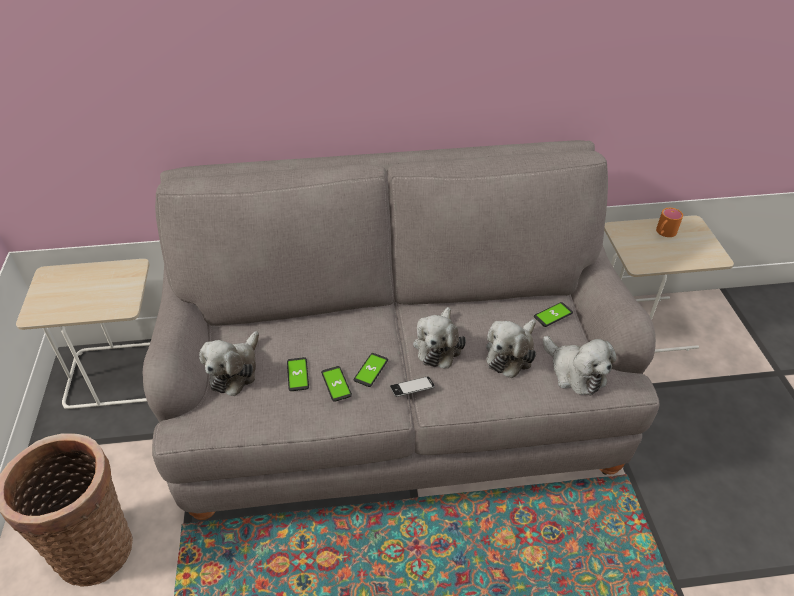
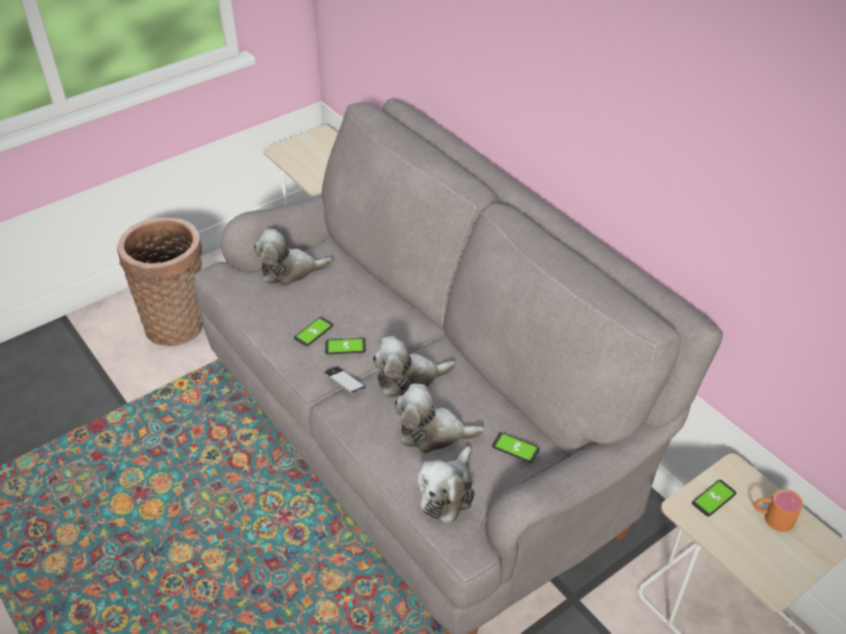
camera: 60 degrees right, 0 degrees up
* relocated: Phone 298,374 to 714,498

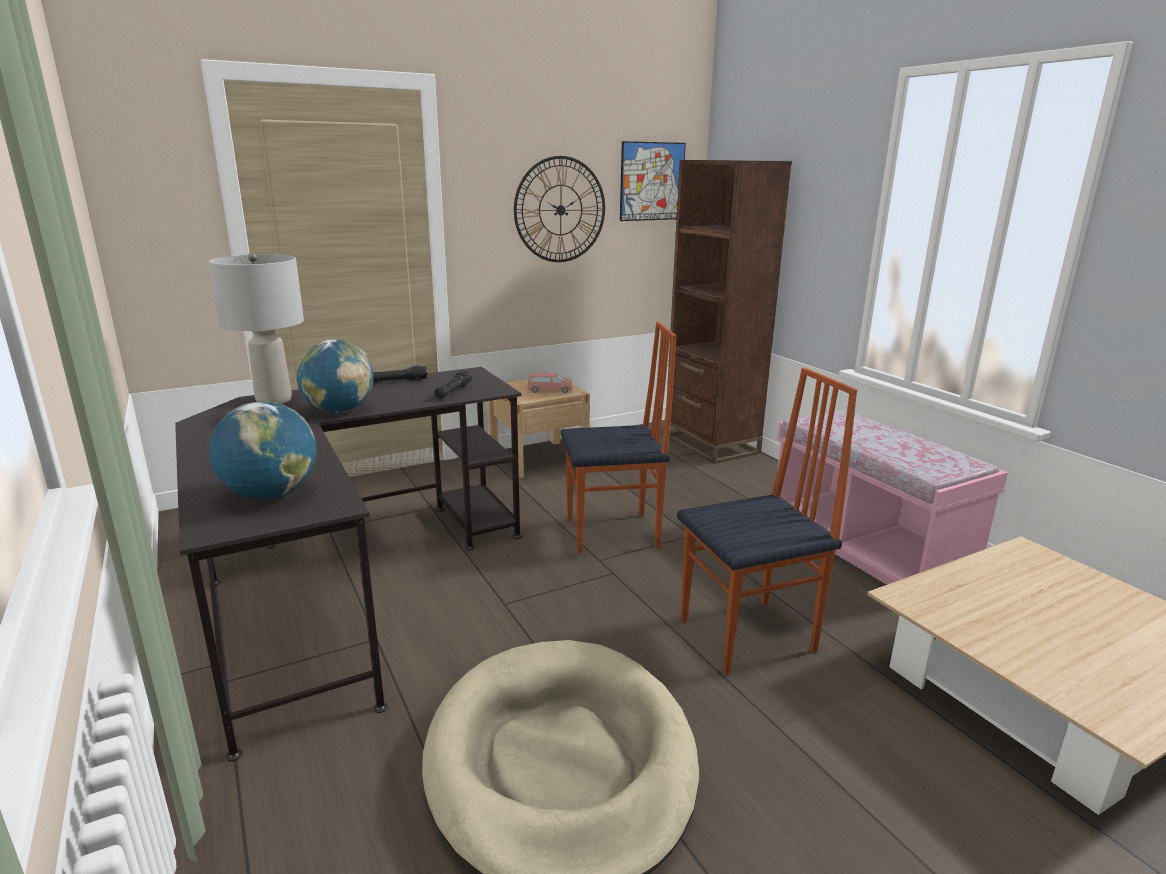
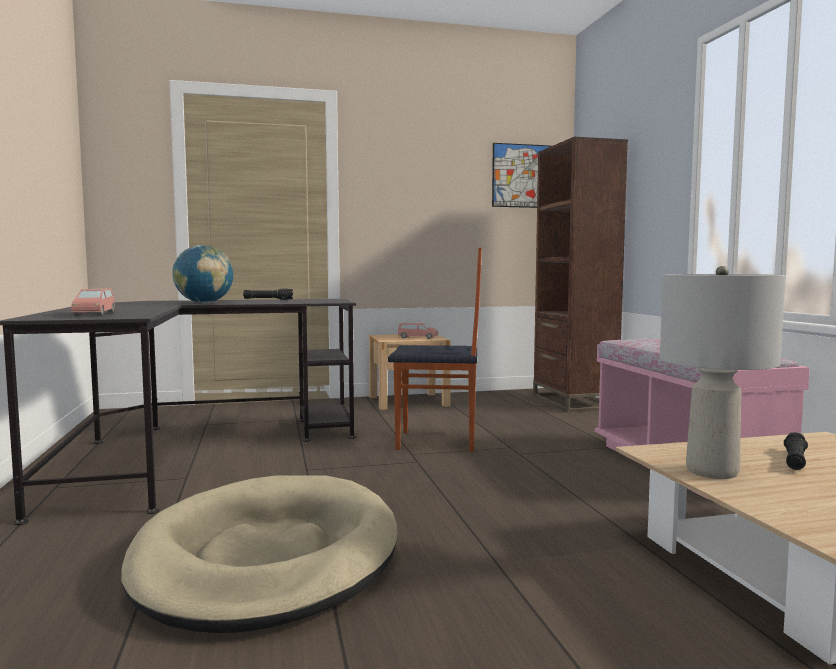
camera: 15 degrees right, 15 degrees down
* exchanged: Globe 262,450 to PinkColouredModelCar 93,302
* relocated: GrayTableLamp 256,328 to 723,372
* relocated: BlackFlashlight 453,385 to 796,451
* missing: WallClock 559,209
* missing: UprightChair 767,521

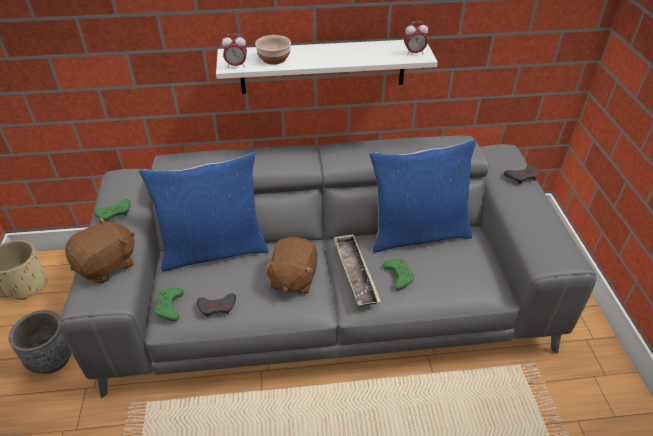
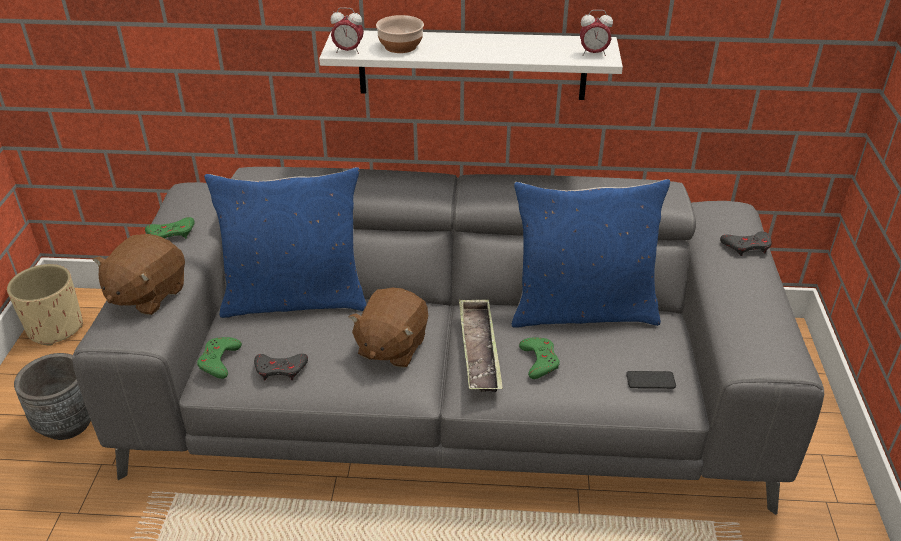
camera: 10 degrees right, 5 degrees down
* spun: BrownPlushToy 100,250 = 139,274 150 degrees clockwise
* appeared: Phone 651,380

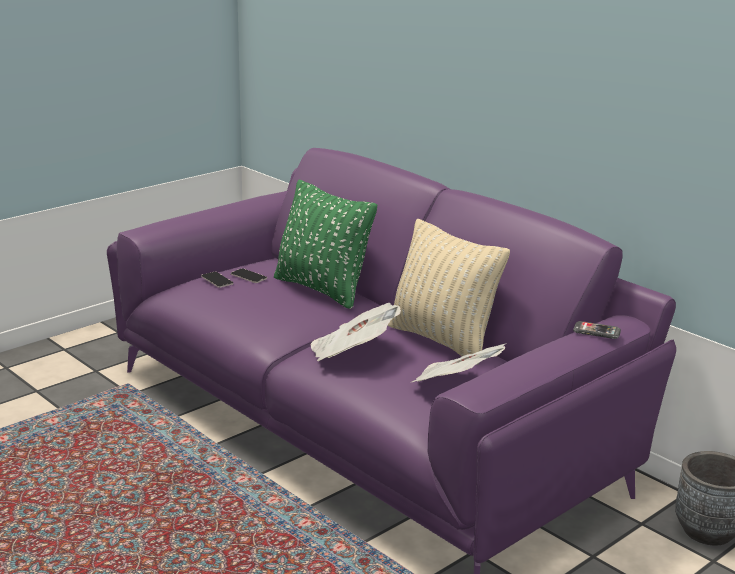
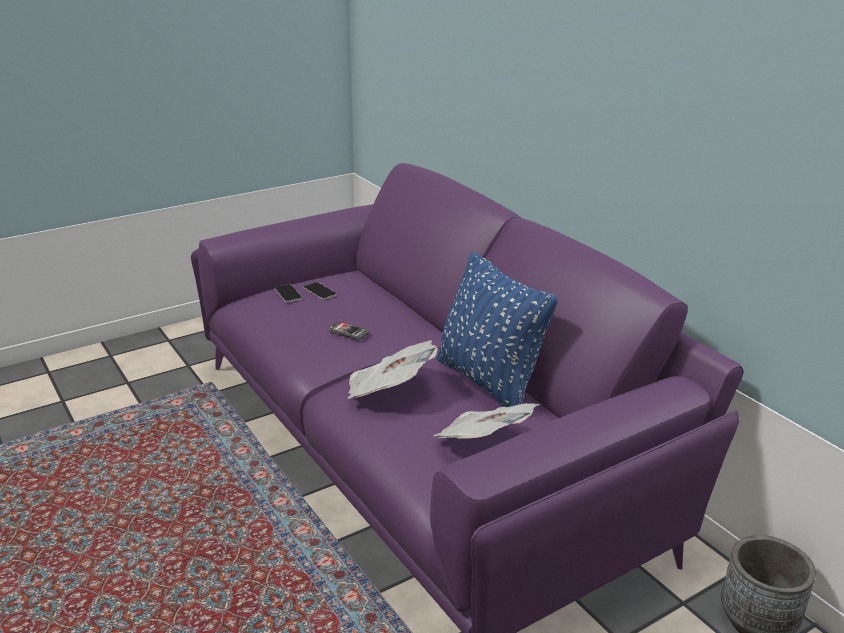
camera: 10 degrees right, 5 degrees up
* relocated: Phone 597,330 to 348,330
* colour: BeigeThrowPillow 449,292 to BluishThrowPillow 497,329
* missing: GreenThrowPillow 325,244

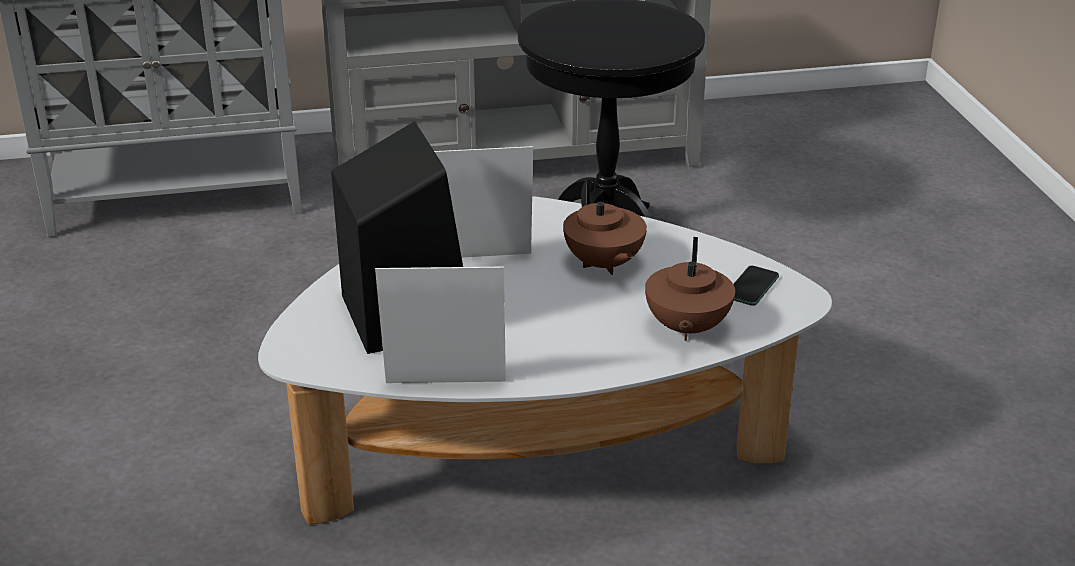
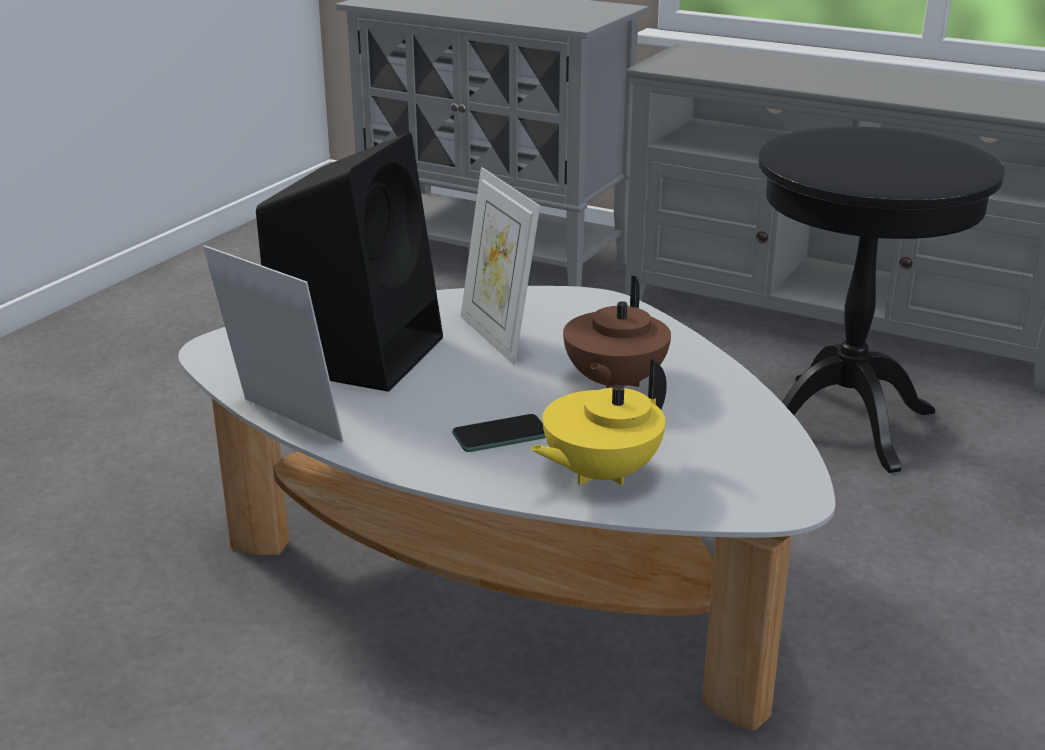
camera: 40 degrees right, 5 degrees down
* relocated: Phone 756,285 to 499,433
* spun: PhotoFrame 483,202 = 500,266 150 degrees counterclockwise
* colour: BrownTeapot 690,289 to YellowishTeapot 598,422

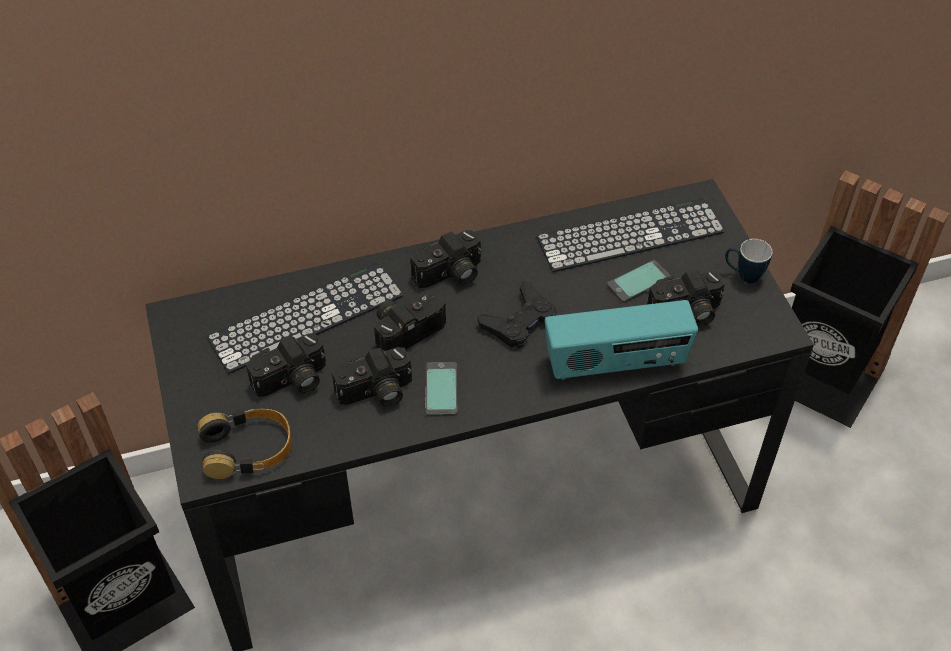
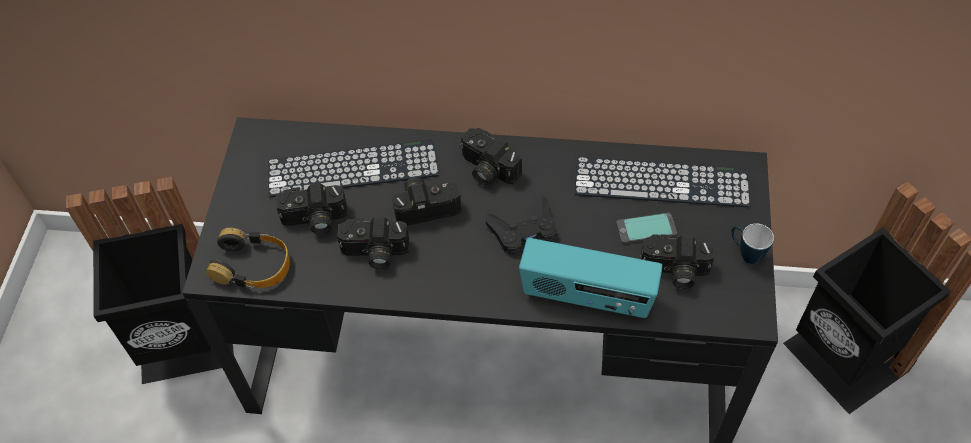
camera: 25 degrees right, 5 degrees up
* spun: PhotoCamera 446,259 = 491,156 45 degrees clockwise
* missing: Phone 441,389

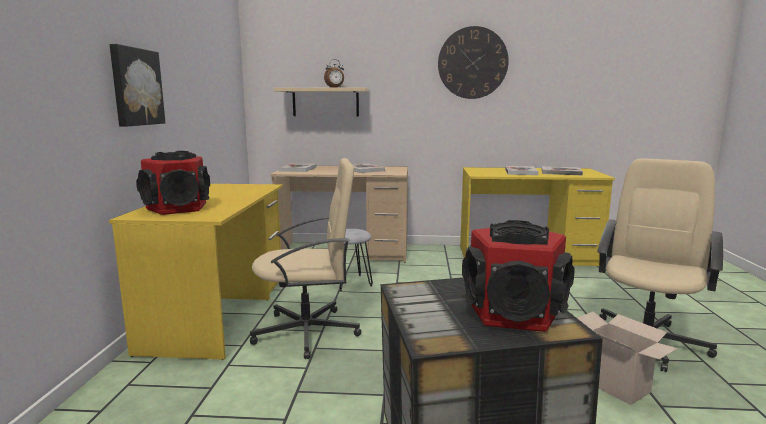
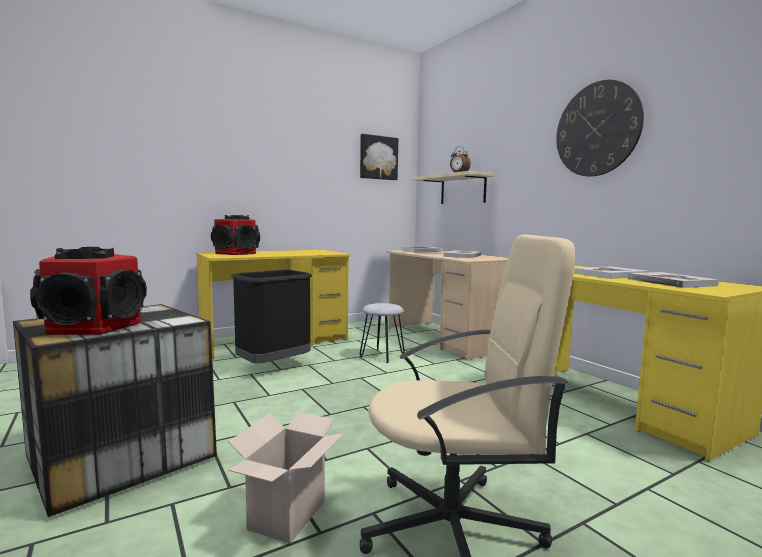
camera: 55 degrees right, 5 degrees down
* exchanged: BeigeOfficeChair 306,258 to BlackRubbishBin 271,317
* relocated: Picture 137,85 to 379,157

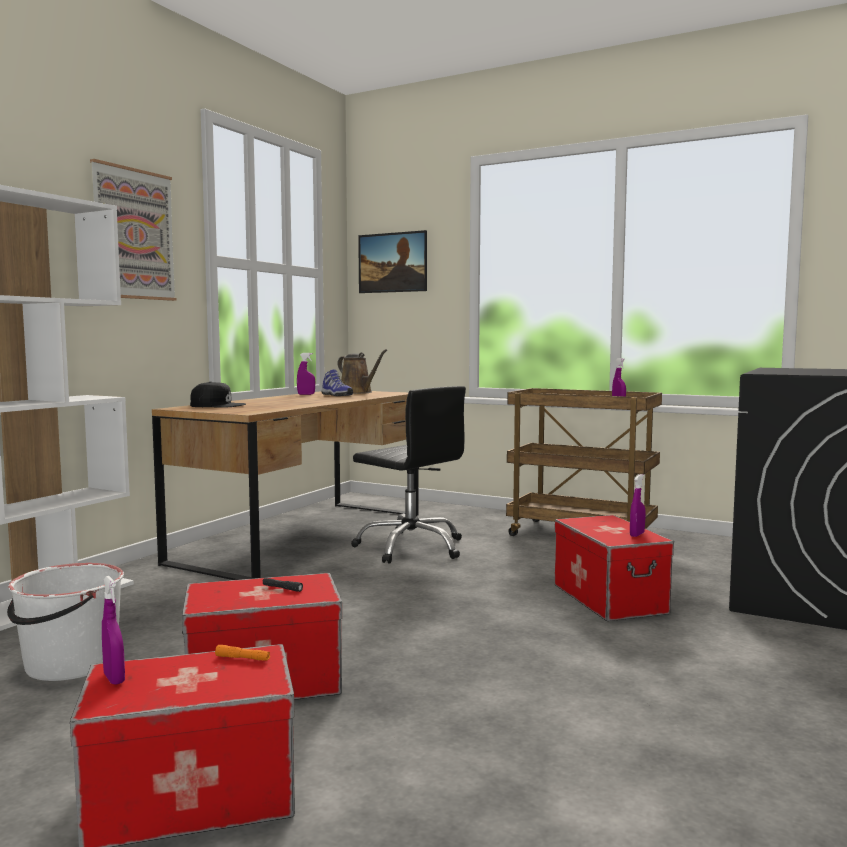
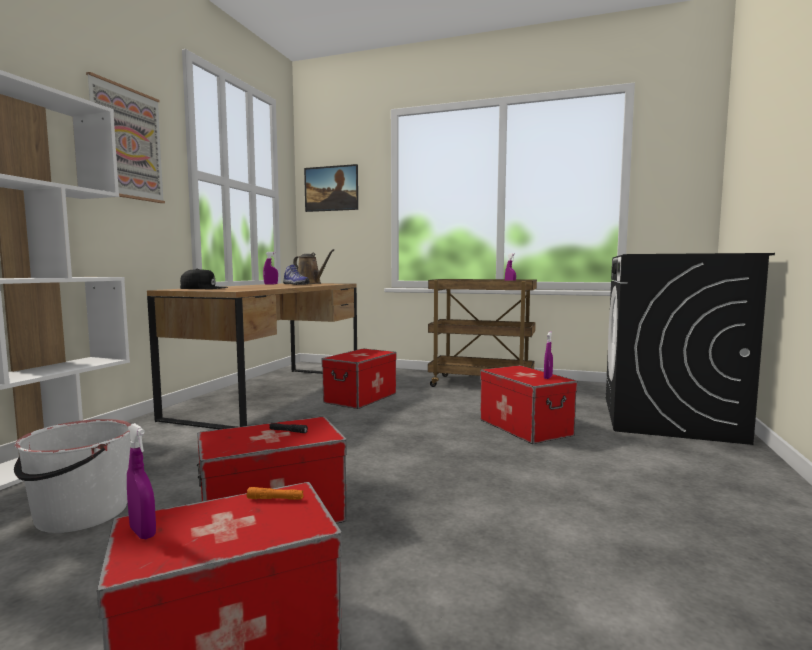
camera: 10 degrees left, 0 degrees up
* exchanged: BlackOfficeChair 408,474 to StorageBox 359,379

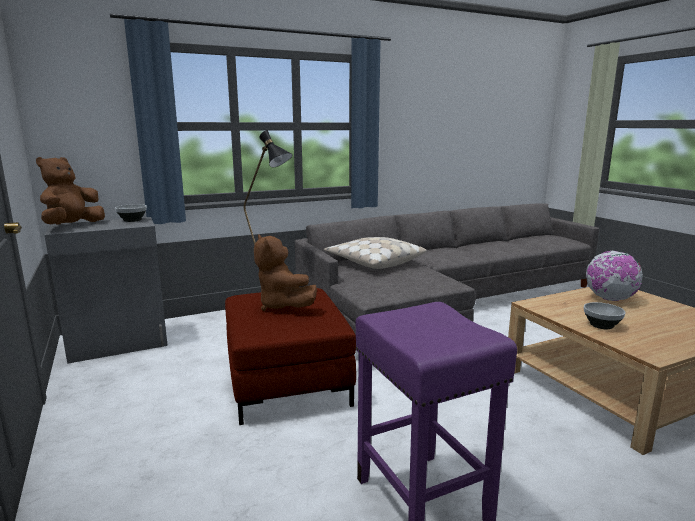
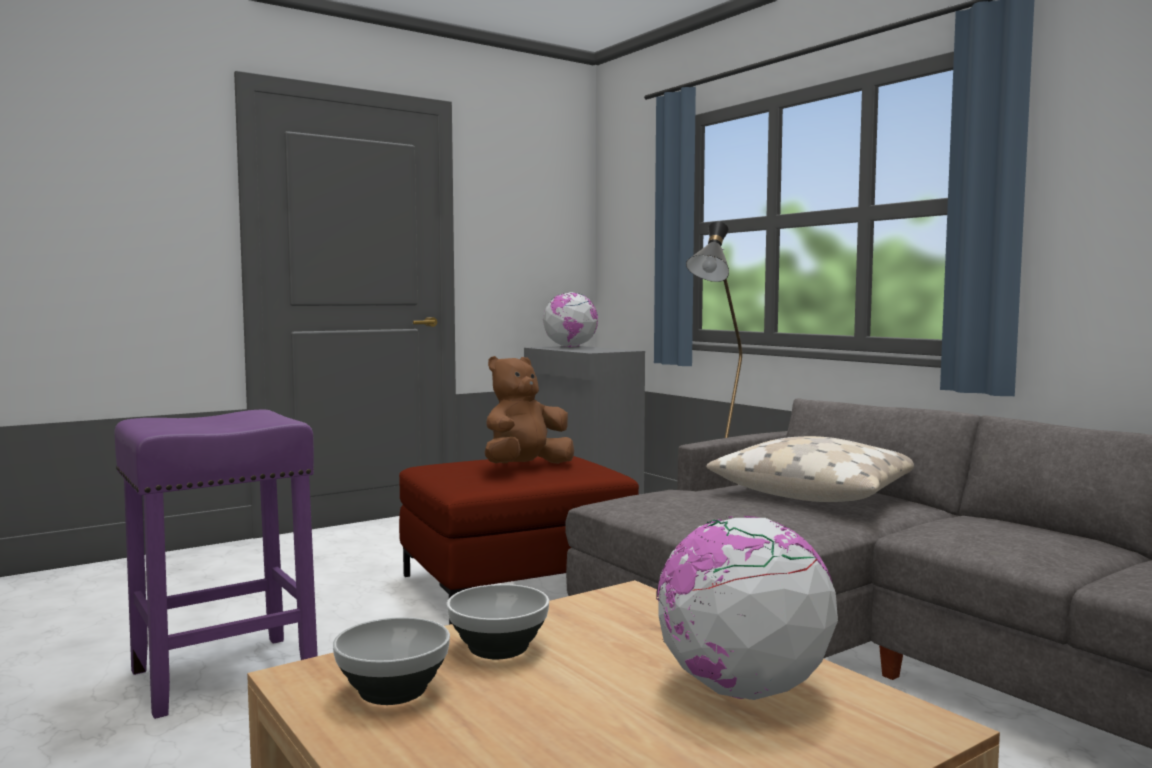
camera: 80 degrees right, 10 degrees down
* relocated: DeepDish 131,213 to 391,661
* exchanged: BrownPlushToy 70,191 to Globe 570,319

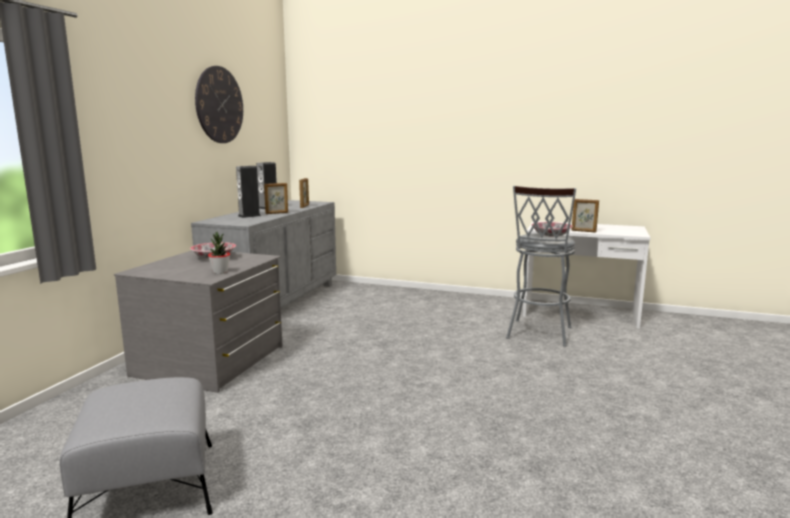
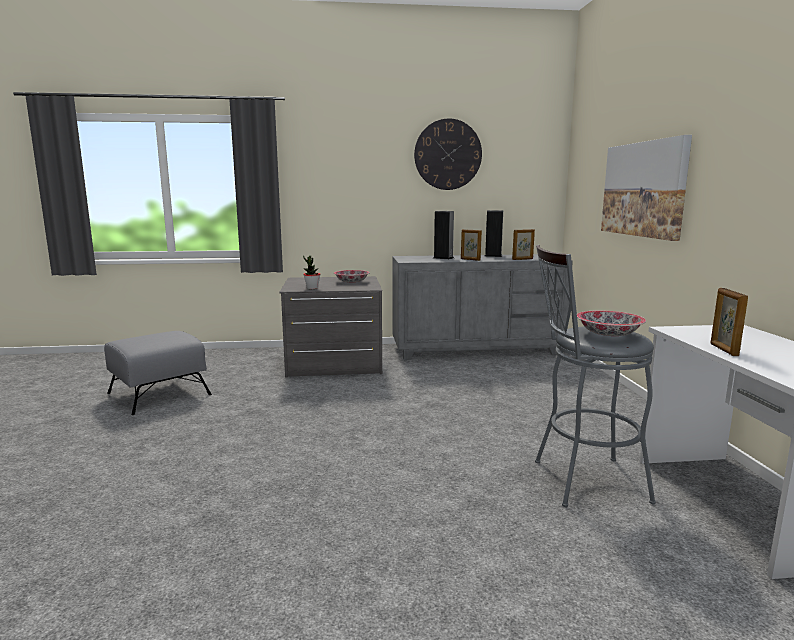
camera: 65 degrees right, 0 degrees up
* appeared: Picture 646,188

